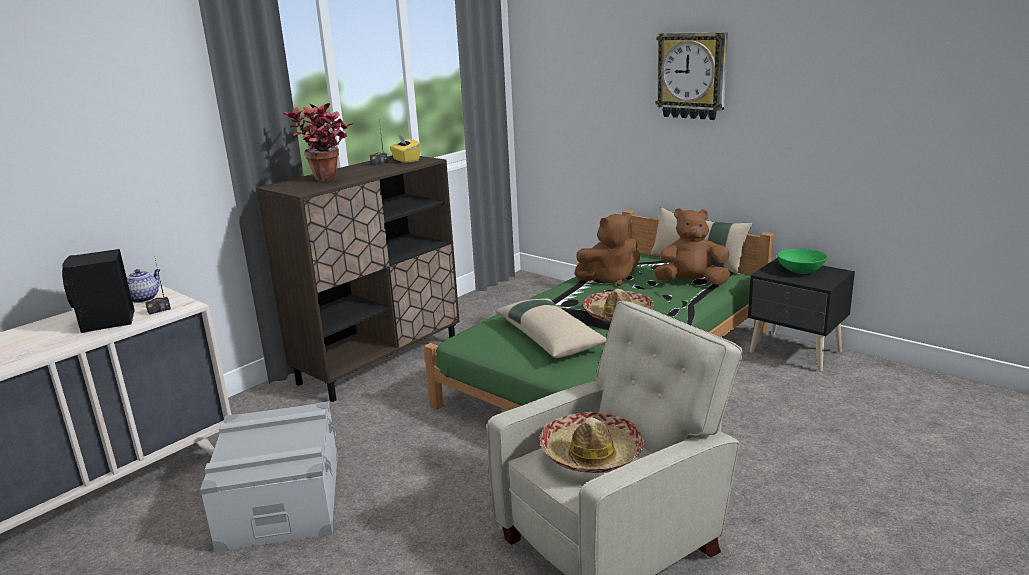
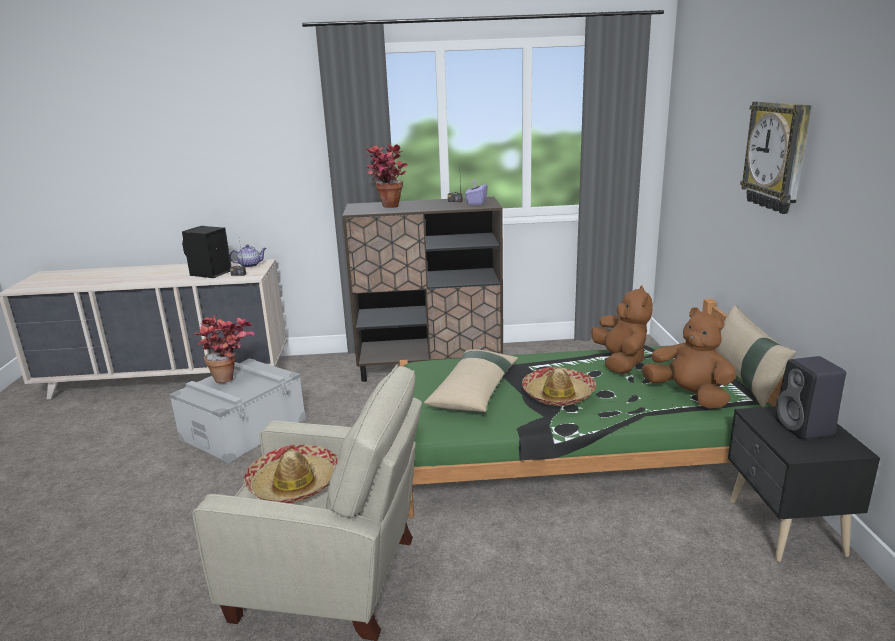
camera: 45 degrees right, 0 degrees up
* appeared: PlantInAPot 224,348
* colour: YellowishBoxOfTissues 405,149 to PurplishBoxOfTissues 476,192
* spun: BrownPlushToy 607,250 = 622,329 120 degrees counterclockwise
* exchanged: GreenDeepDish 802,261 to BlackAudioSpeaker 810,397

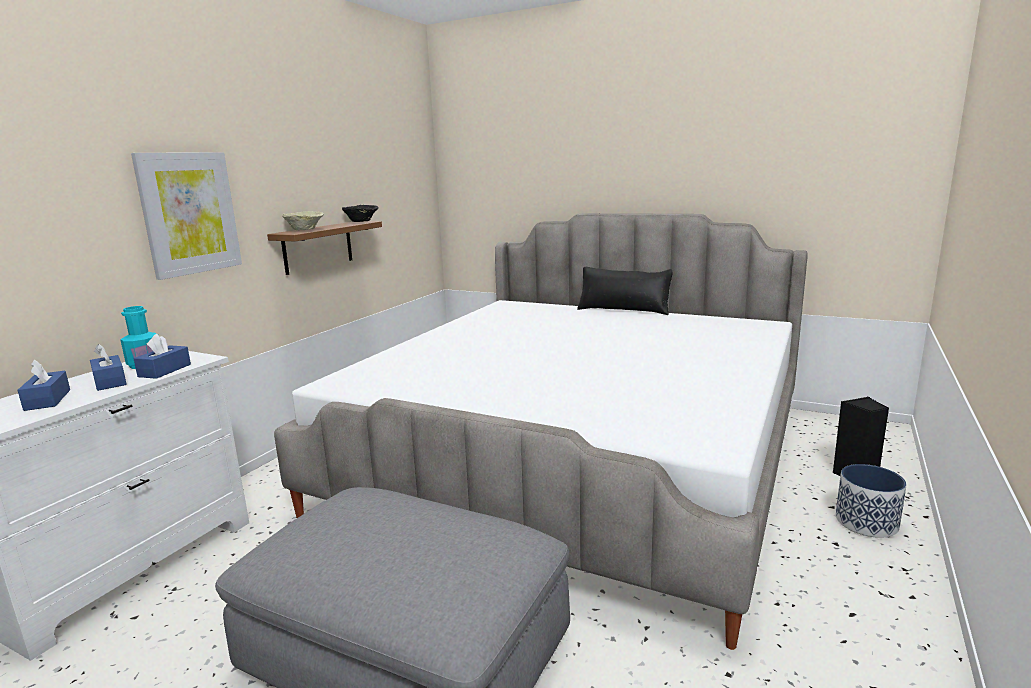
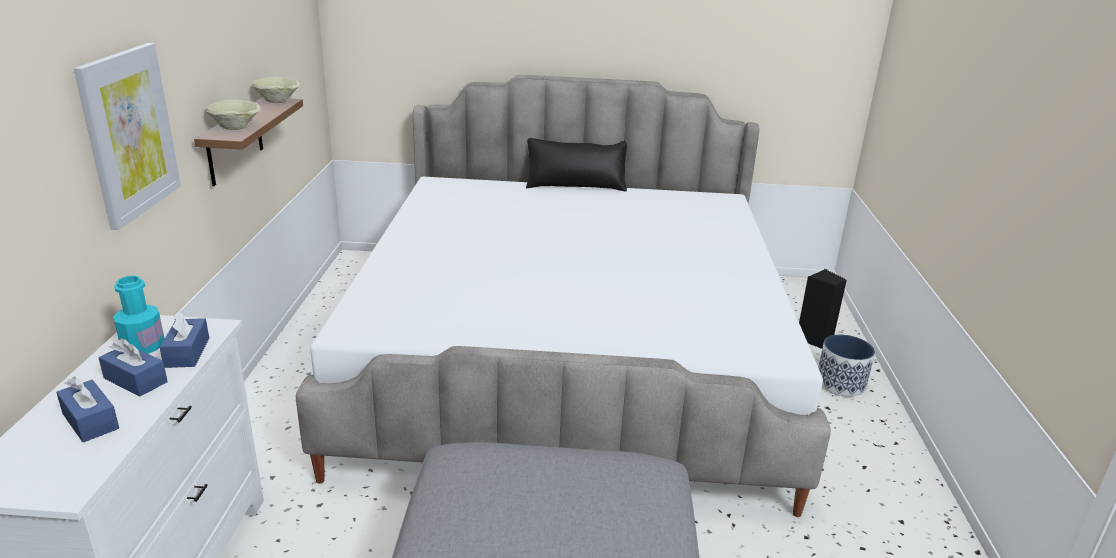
camera: 25 degrees left, 10 degrees up
* colour: BlackDeepDish 360,213 to BeigeDeepDish 276,90

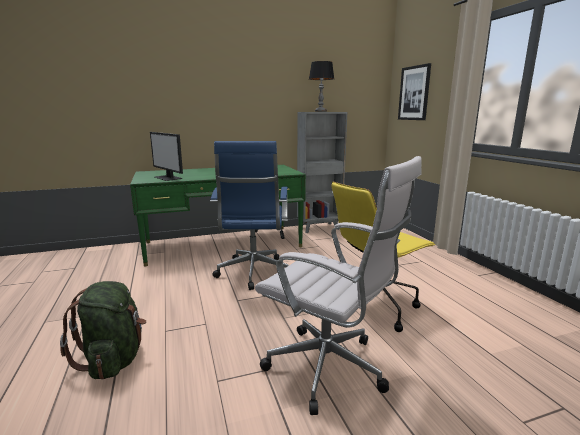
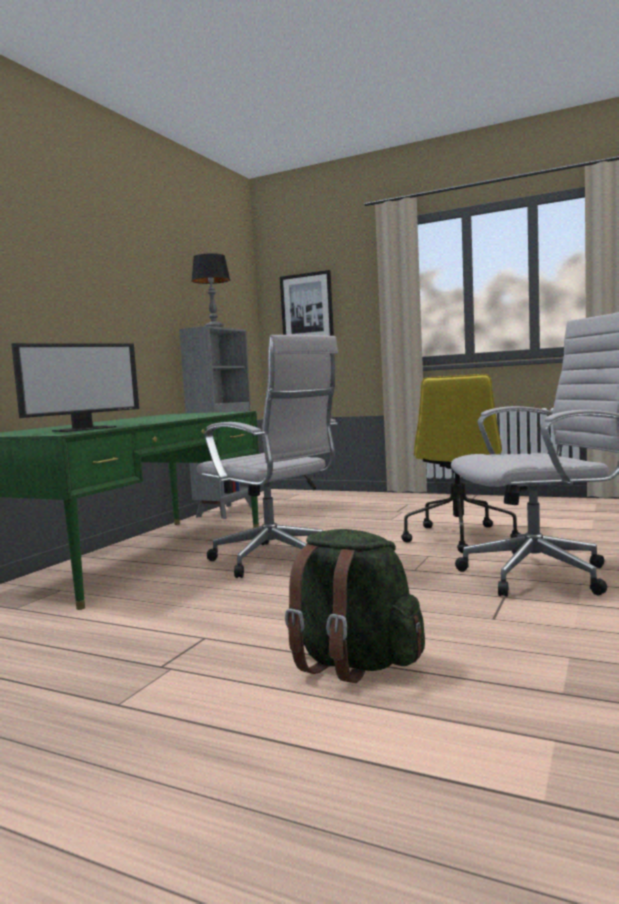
camera: 45 degrees left, 10 degrees down
* spun: ComputerDisplay 166,156 = 75,387 45 degrees counterclockwise
* colour: BluishOfficeChair 249,215 to WhiteOfficeChair 267,456

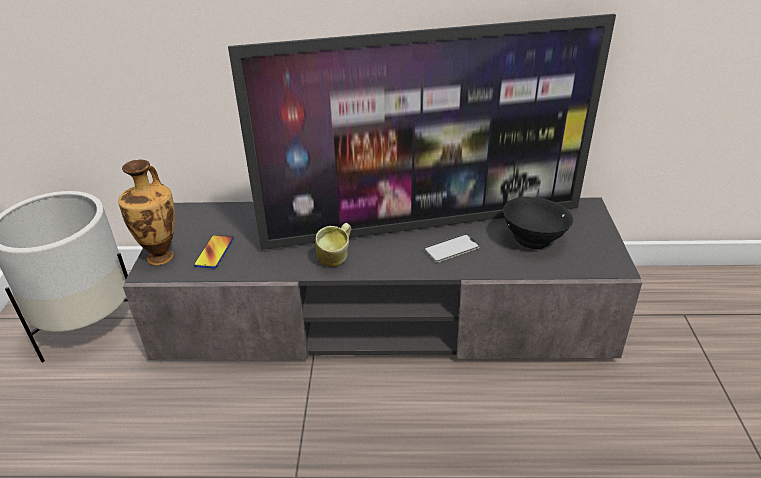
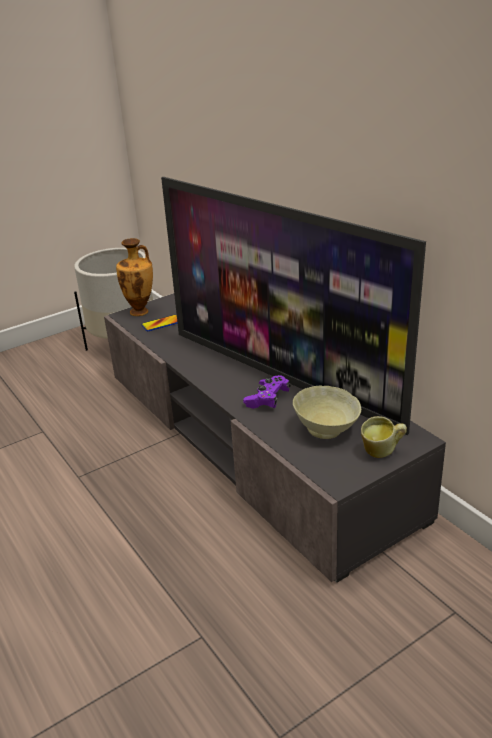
camera: 55 degrees right, 5 degrees down
* exchanged: Phone 452,248 to PurplishGameController 267,392
* colour: BlackDeepDish 538,223 to BeigeDeepDish 327,412
* relocated: CoffeeMug 333,245 to 384,437

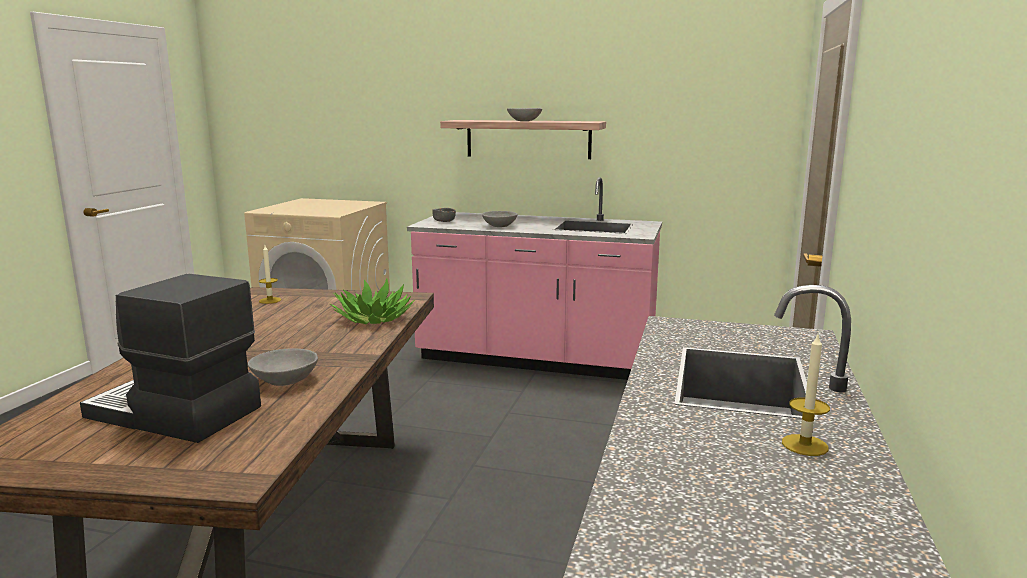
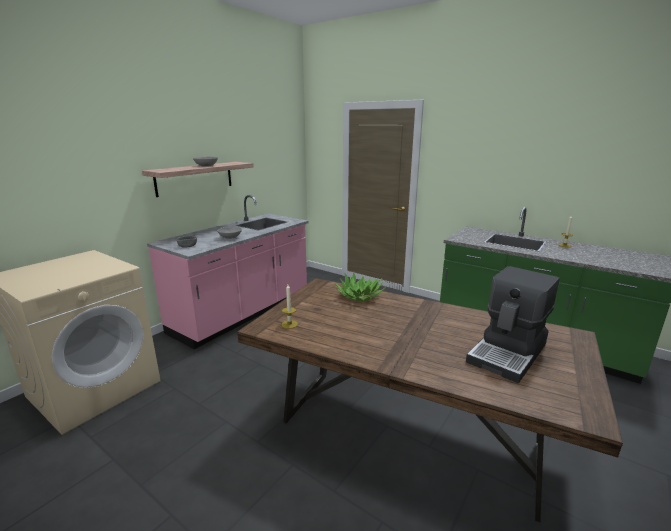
camera: 70 degrees left, 5 degrees up
* missing: GrayDeepDish 283,367

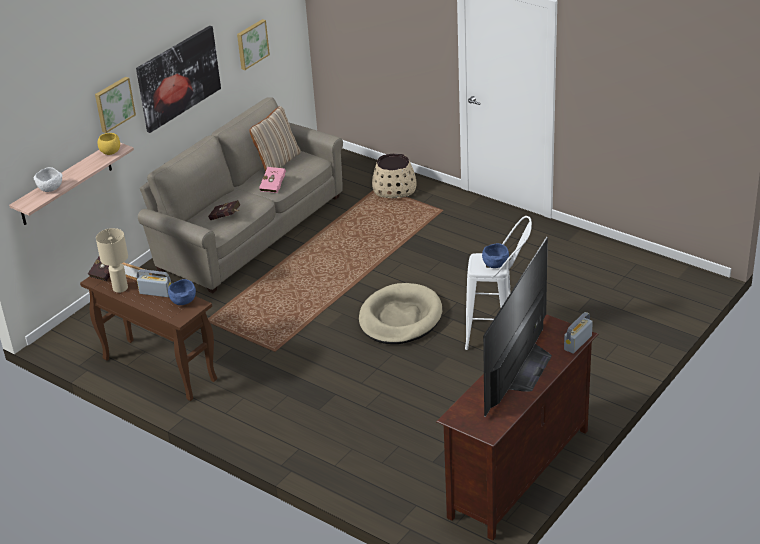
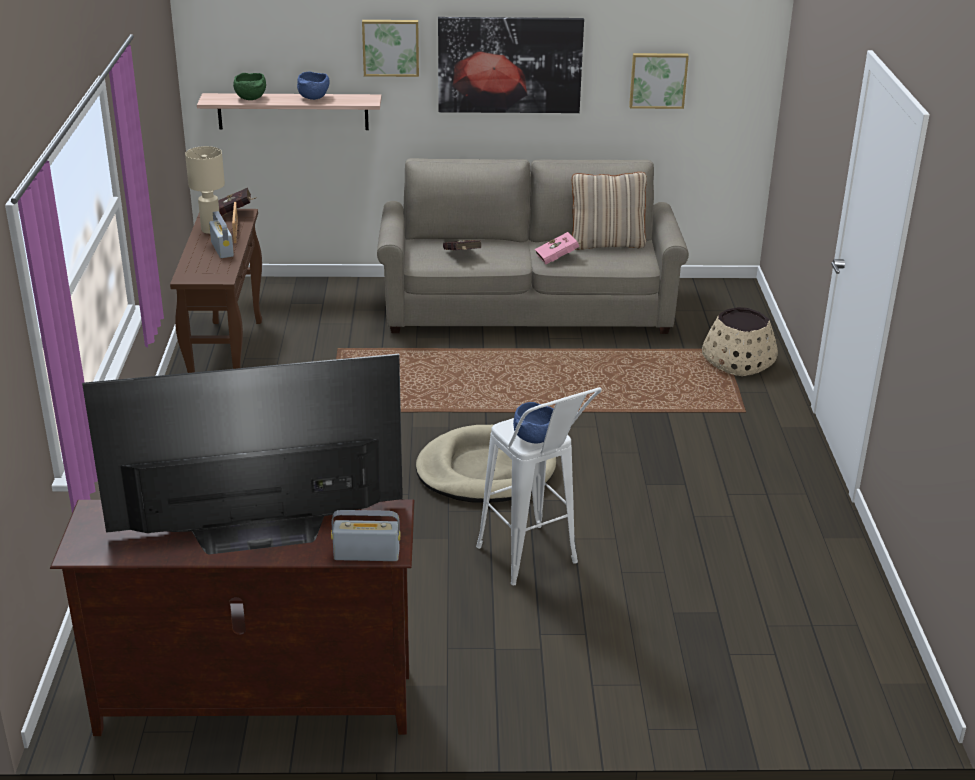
camera: 50 degrees right, 5 degrees down
* colour: WhiteDeepDish 48,179 to GreenDeepDish 249,86
* relocated: BluishDeepDish 182,292 to 313,85
* missing: YellowishDeepDish 108,144

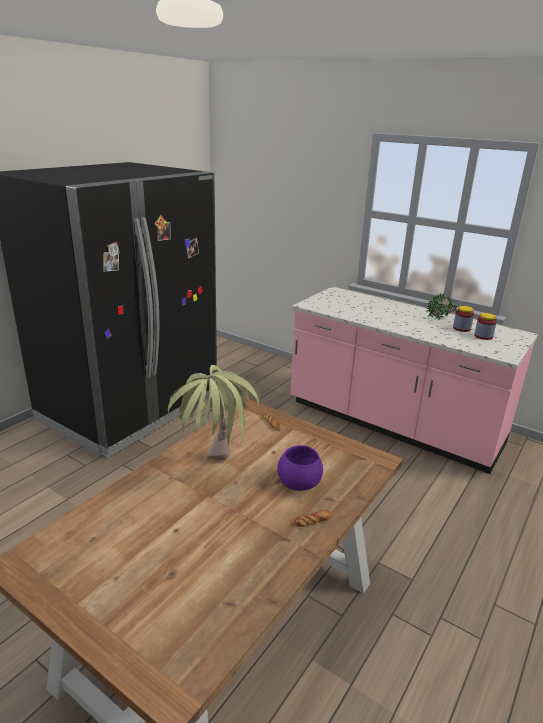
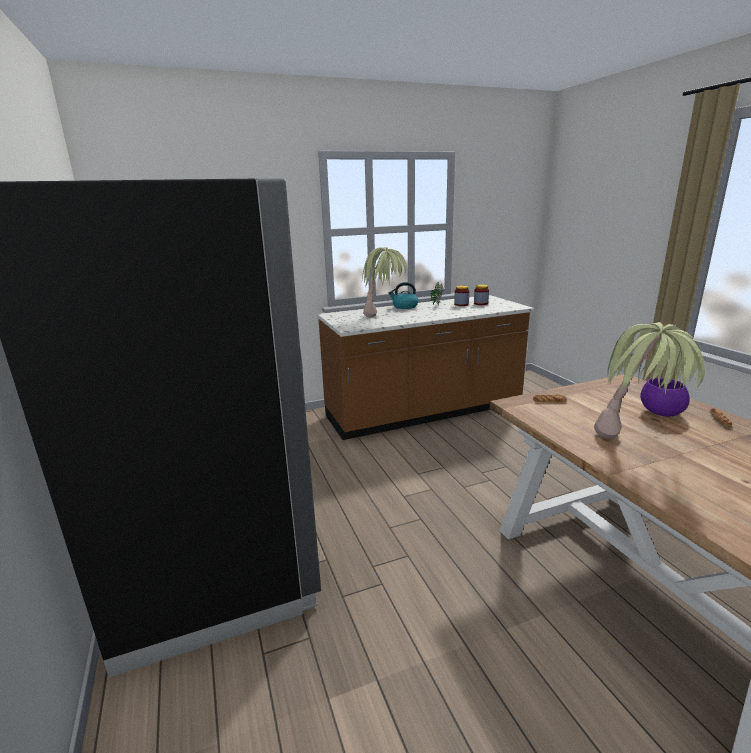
camera: 55 degrees left, 5 degrees down
* colour: PinkColouredKitchenCounter 414,380 to BrownKitchenCounter 425,367
* appeared: PlantInAPot 384,282
* appeared: WaterKettle 403,295

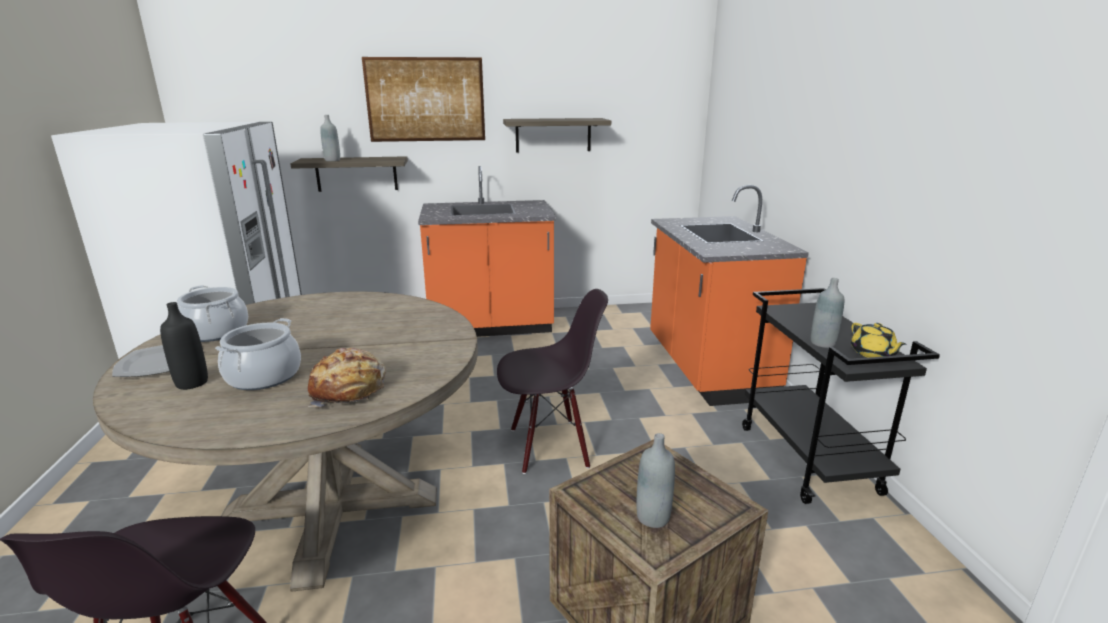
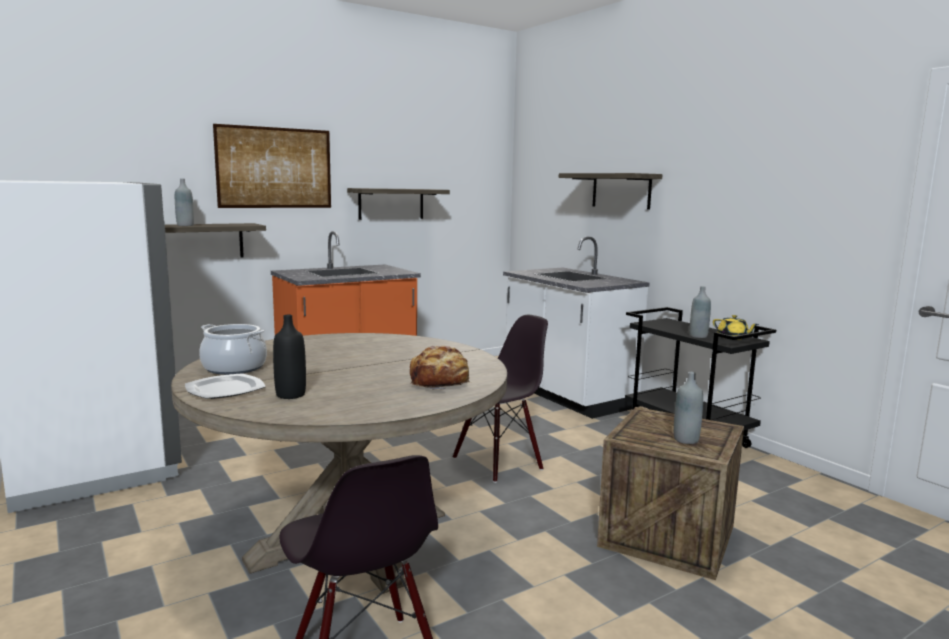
camera: 25 degrees left, 10 degrees down
* colour: OrangeColouredKitchenCounter 729,295 to WhiteKitchenCounter 576,327
* appeared: BracketShelf 611,191
* missing: Saucepot 258,354

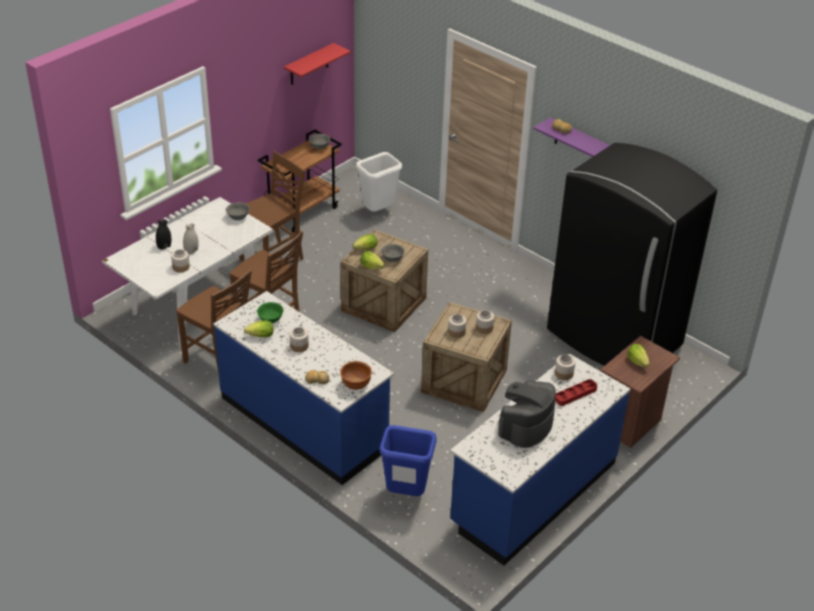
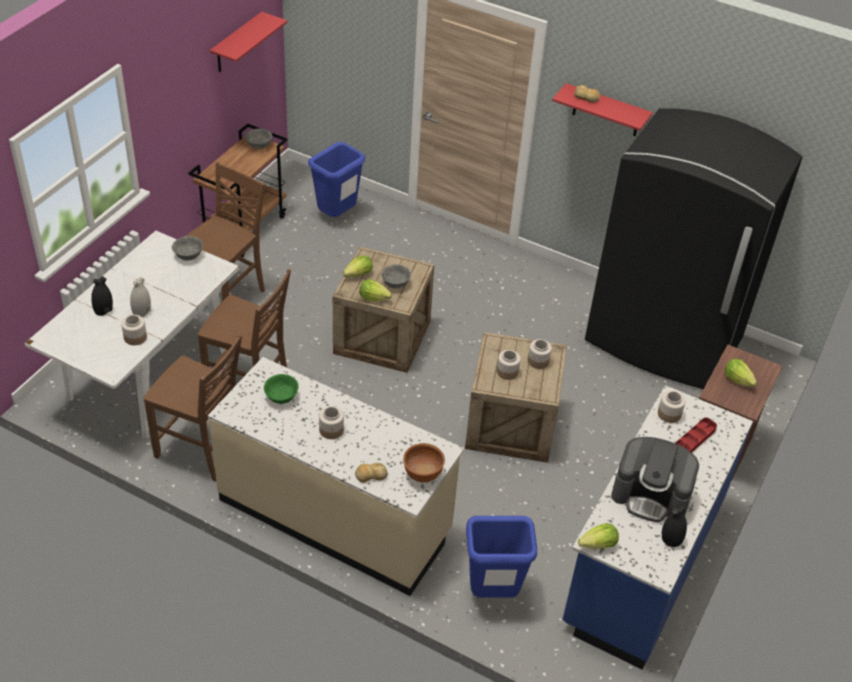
camera: 15 degrees left, 5 degrees up
* colour: BluishKitchenCounter 303,388 to BeigeKitchenCounter 336,476
* colour: WhiteRubbishBin 379,181 to BluishRubbishBin 336,179
* colour: PurplishBracketShelf 572,137 to RedBracketShelf 602,109
* relocated: Lettuce 259,328 to 598,536
* spun: CoffeeMachine 527,414 = 655,480 90 degrees counterclockwise
* appeared: BlackFlowerVase 674,526

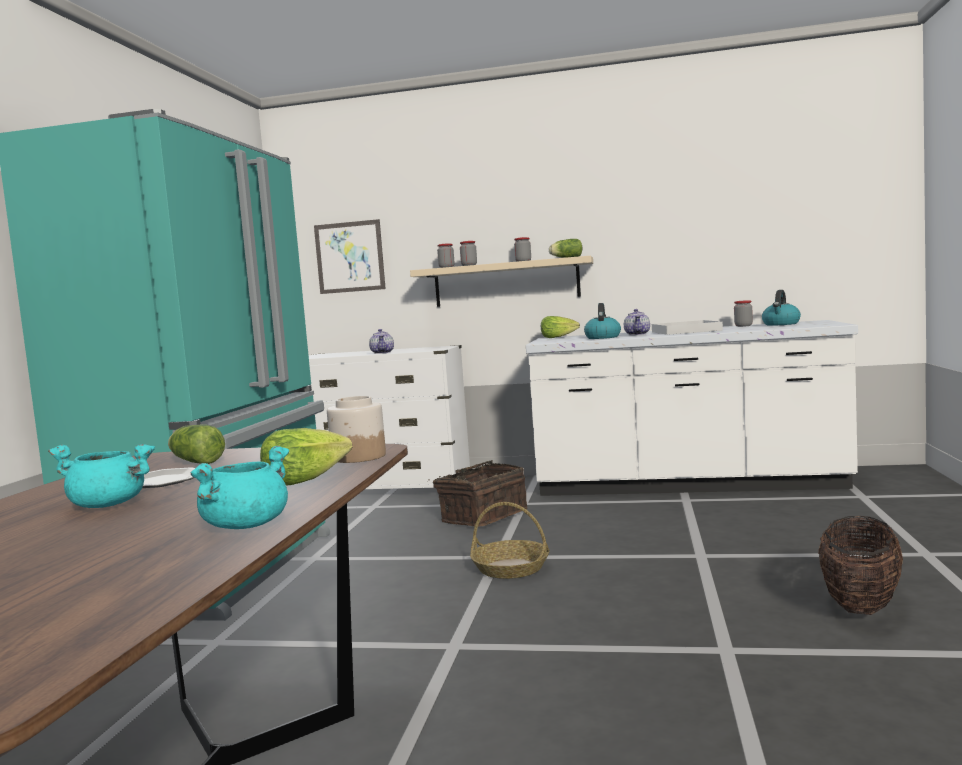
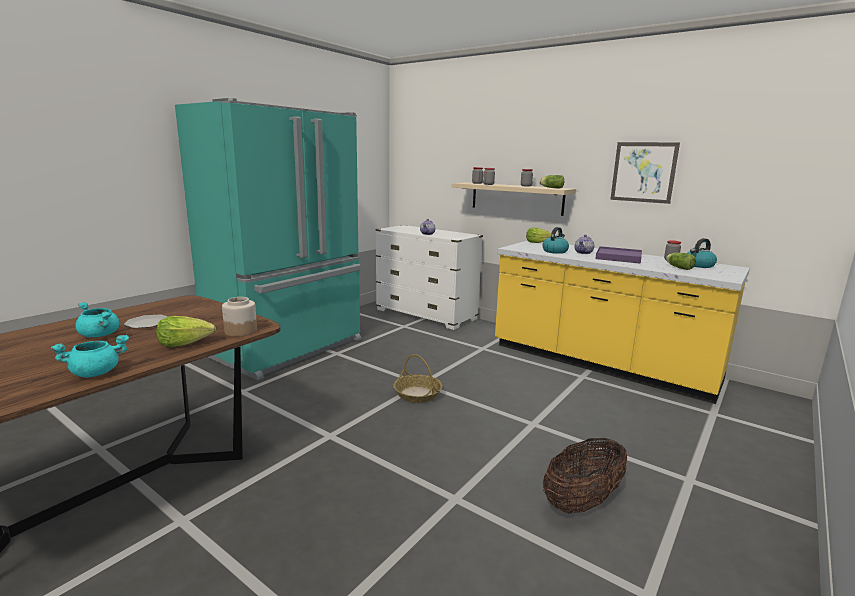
camera: 25 degrees right, 10 degrees up
* colour: WhiteKitchenCounter 692,408 to YellowishKitchenCounter 622,322
* colour: WhiteCarryingTray 687,327 to PurplishCarryingTray 618,255
* relocated: Picture 350,256 to 645,173
* relocated: Lettuce 196,444 to 681,261
* missing: StorageBasket 477,493

